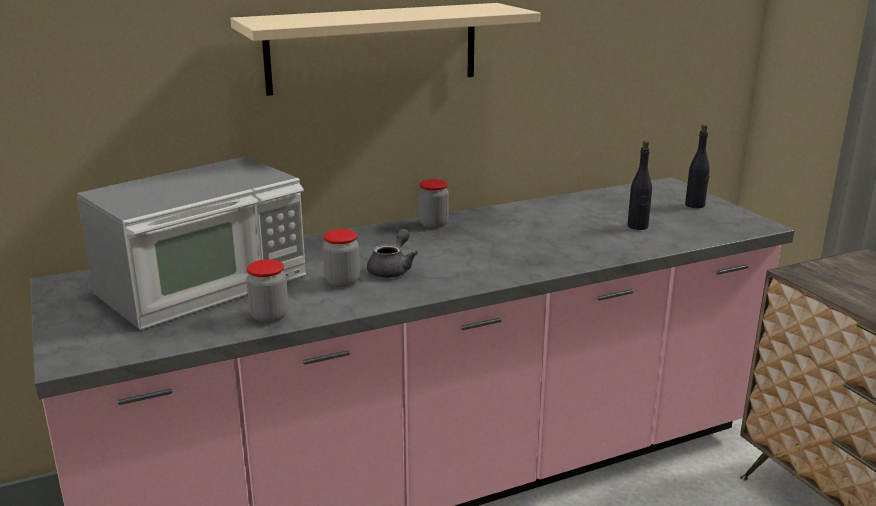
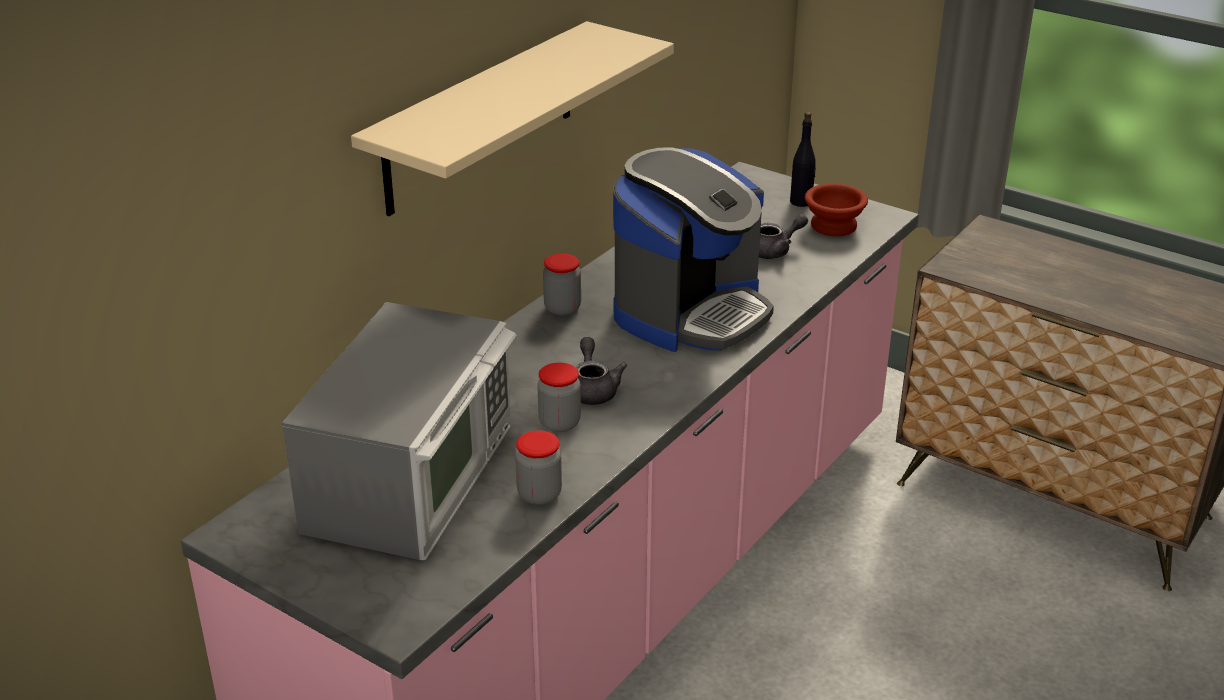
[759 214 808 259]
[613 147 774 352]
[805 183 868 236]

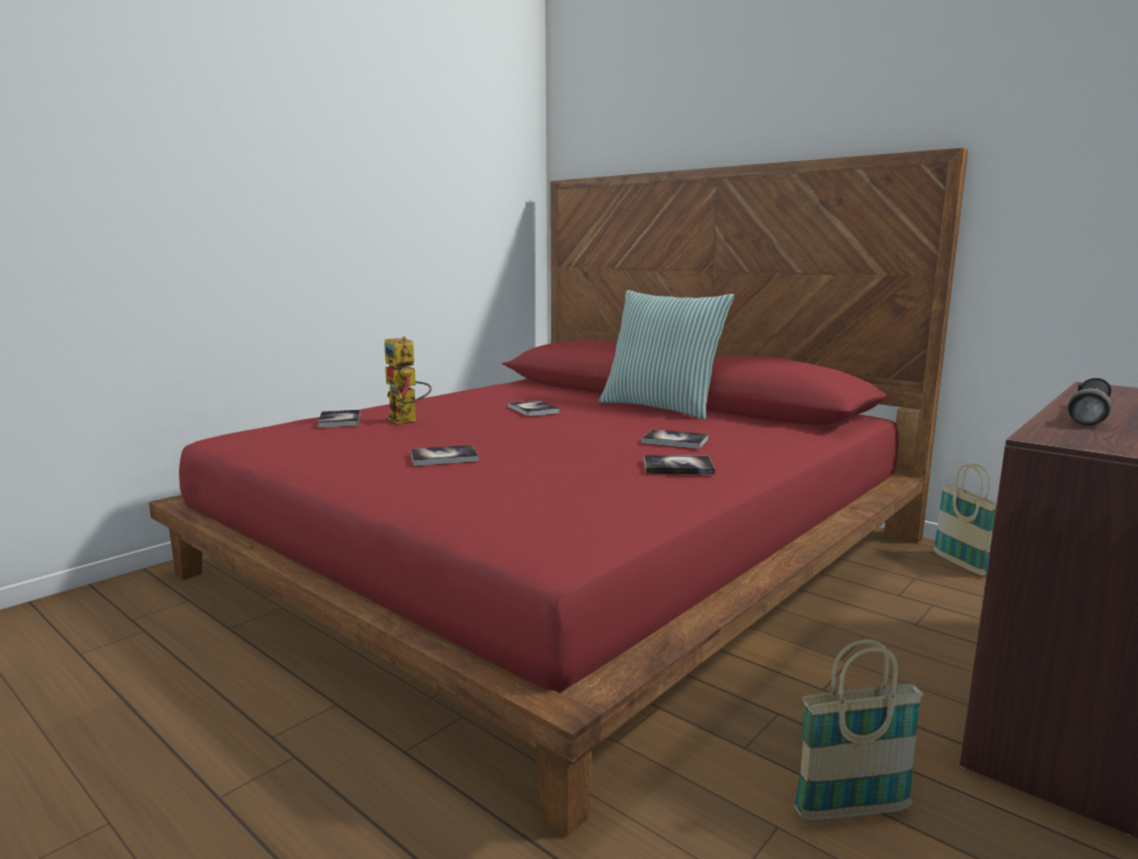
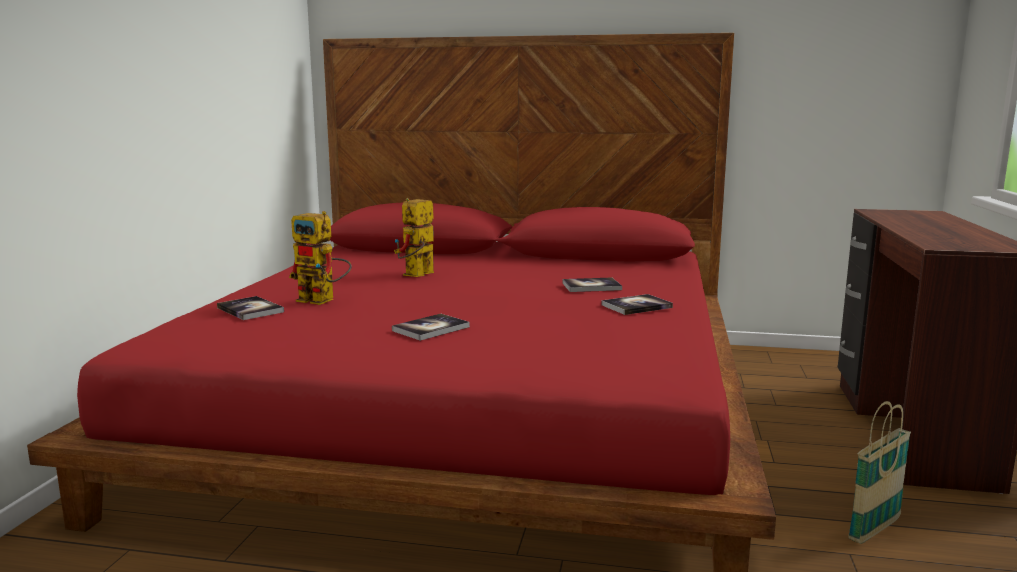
[394 198 434 277]
[599 290 734 420] (first image)
[933 464 997 576] (first image)
[1068 378 1112 426] (first image)

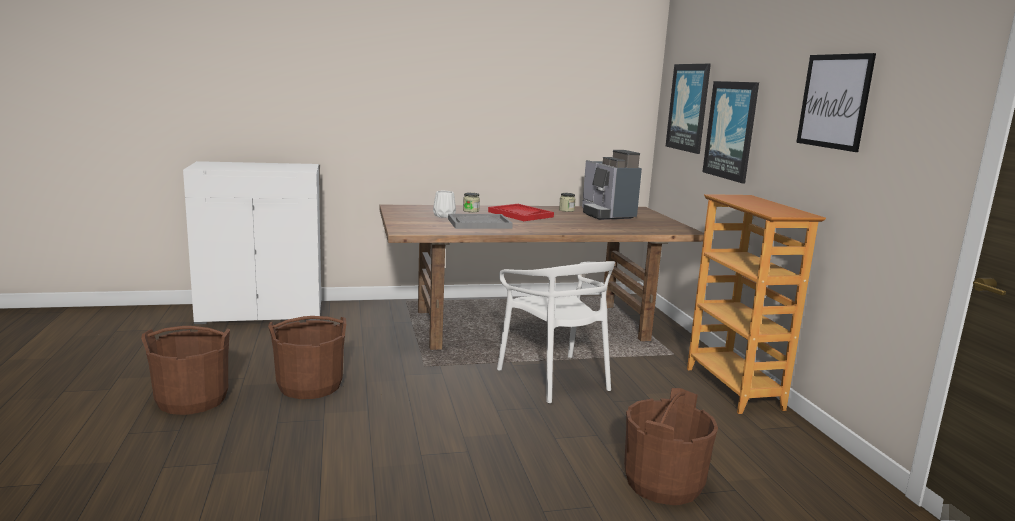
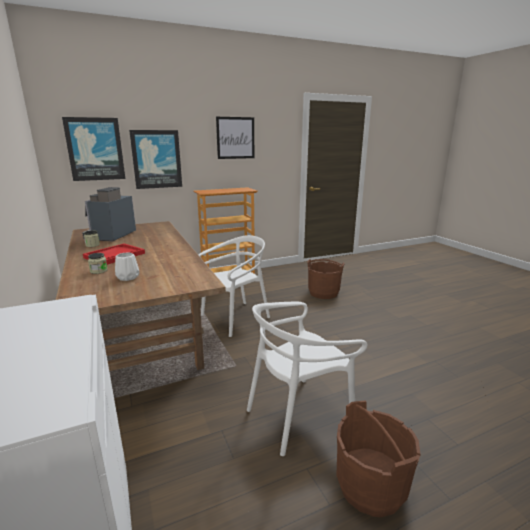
[247 302 367 456]
[448 214 513 229] (first image)
[82 187 136 241]

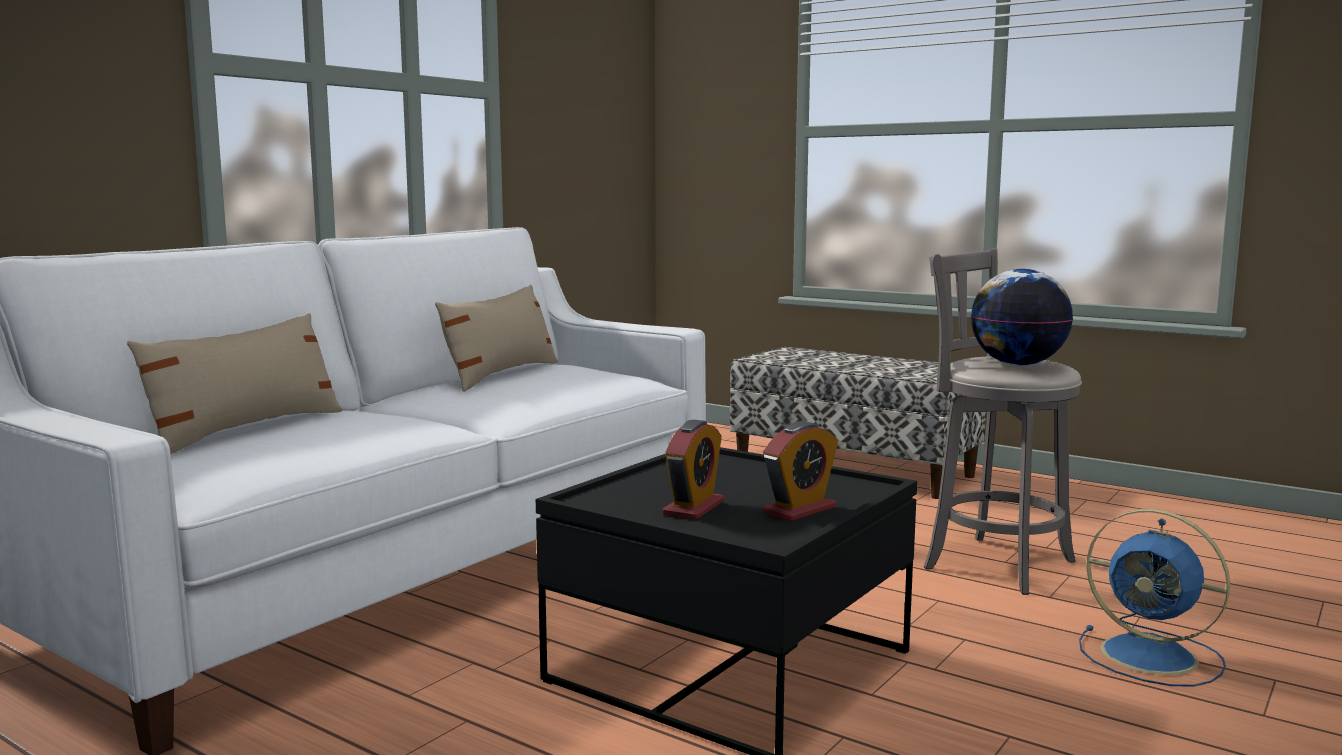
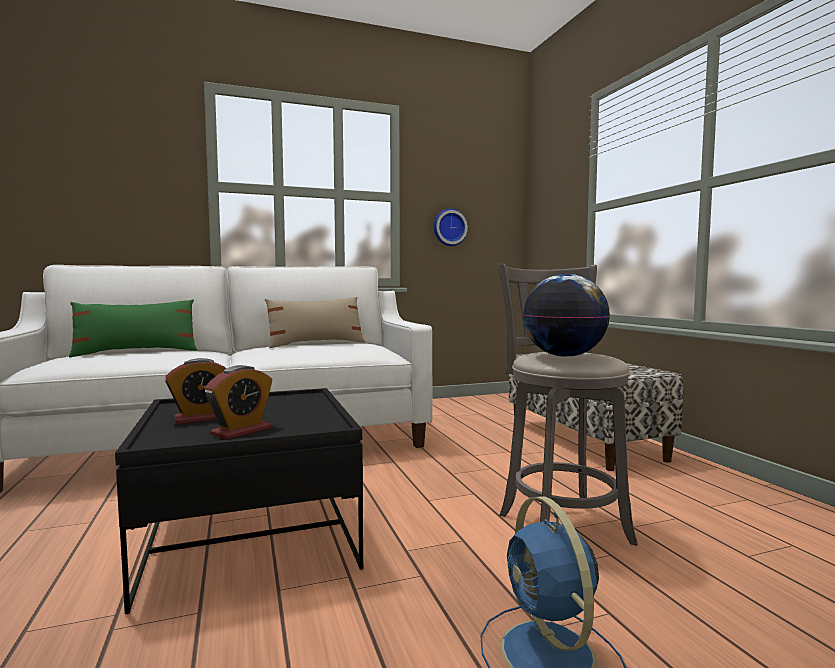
[69 299 198 357]
[205 365 272 440]
[434 209 468 246]

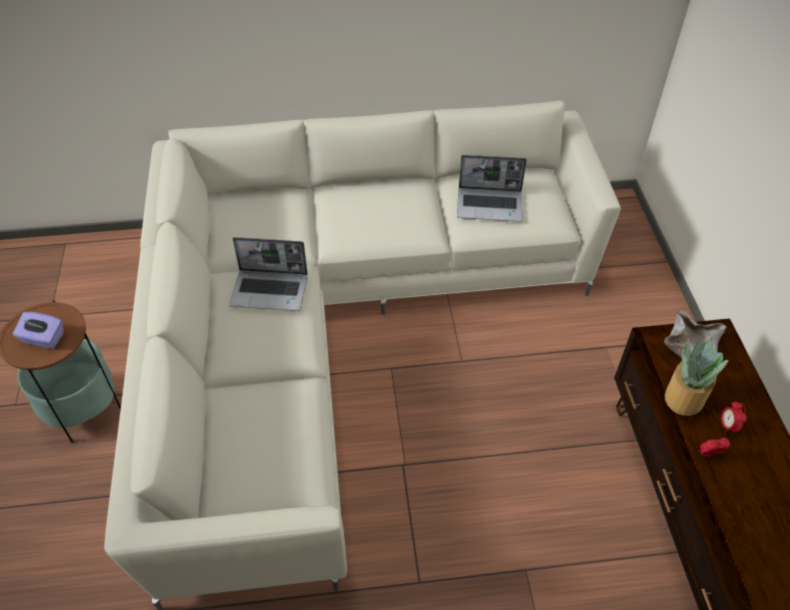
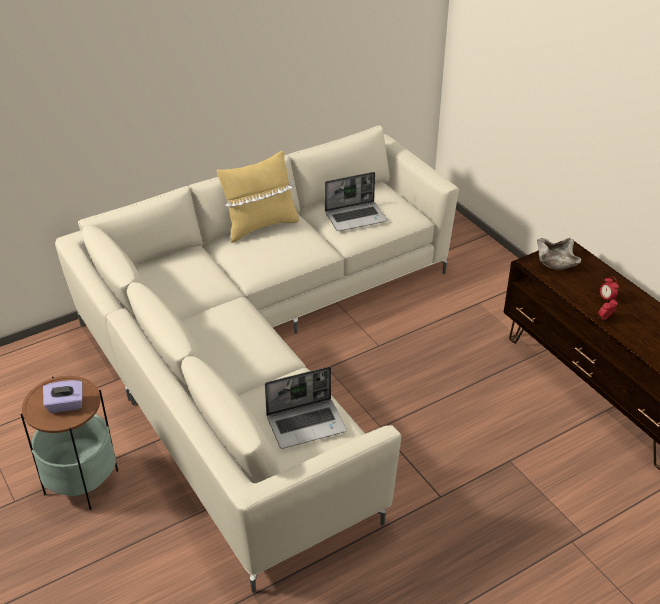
[265 366 347 449]
[665 338 728 416] (first image)
[217 151 299 243]

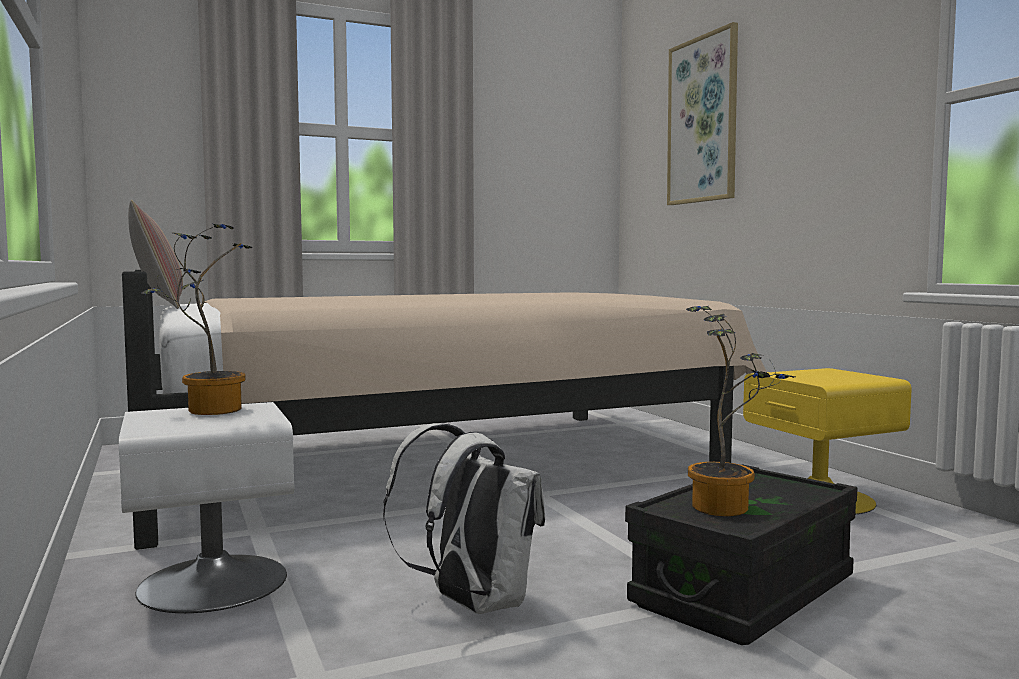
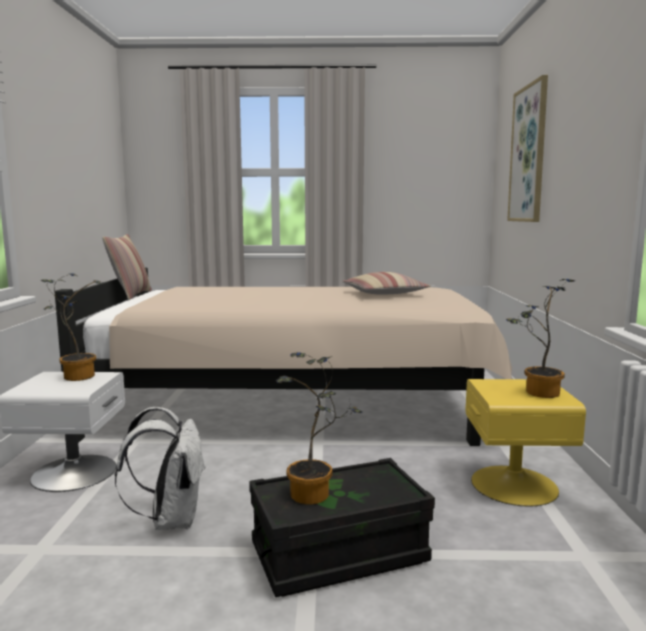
[342 272 430 295]
[506 279 575 398]

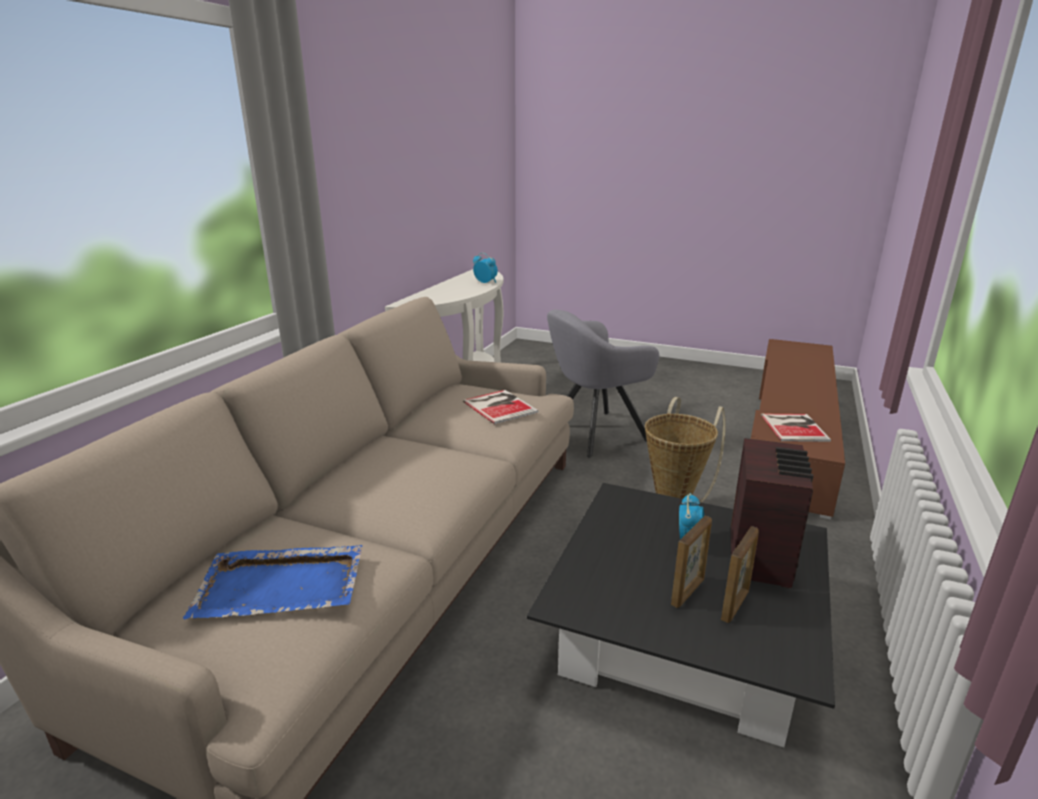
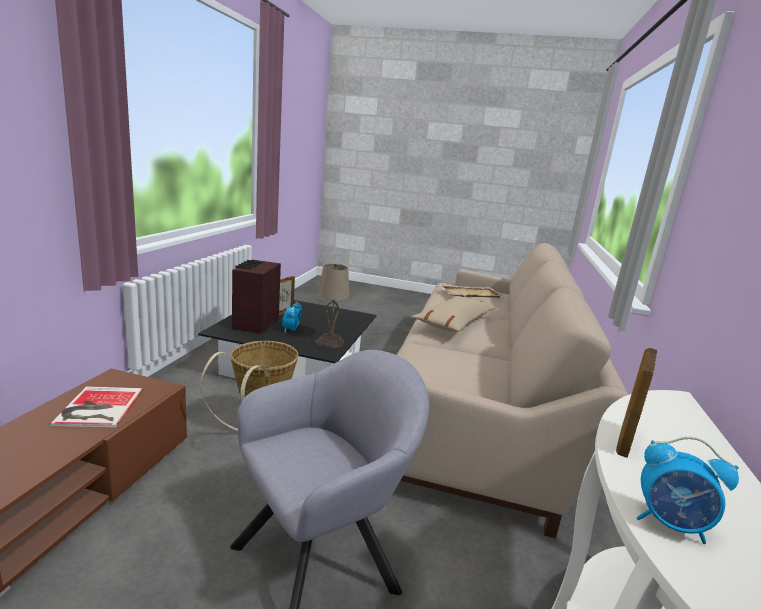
[439 285 504 298]
[463 390 538 424] (first image)
[616 348 657 458]
[316 264 350 348]
[412 296 495 332]

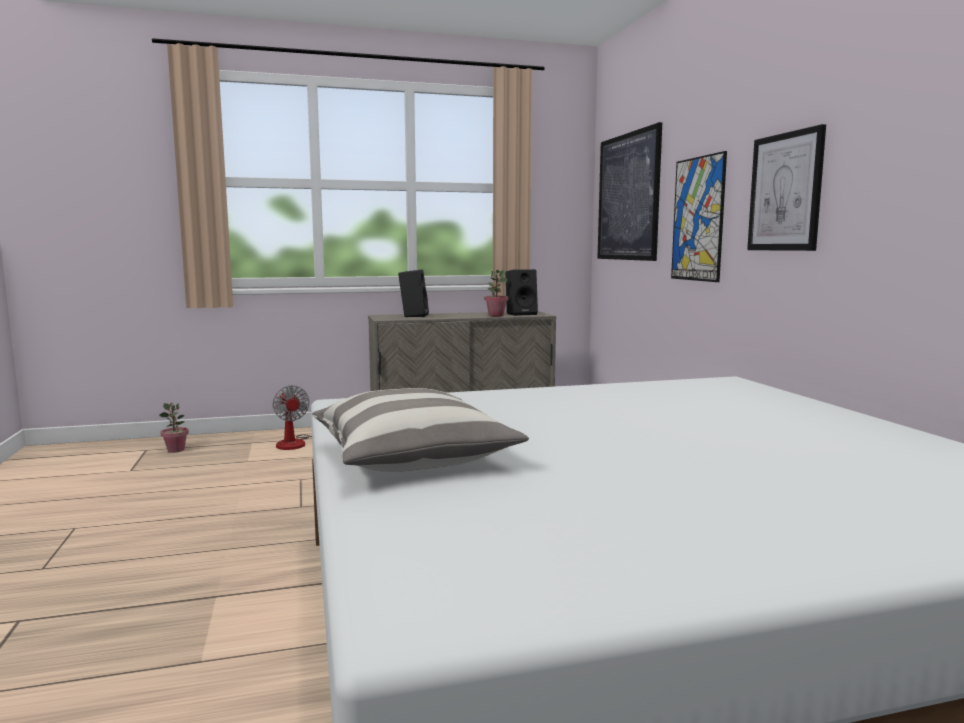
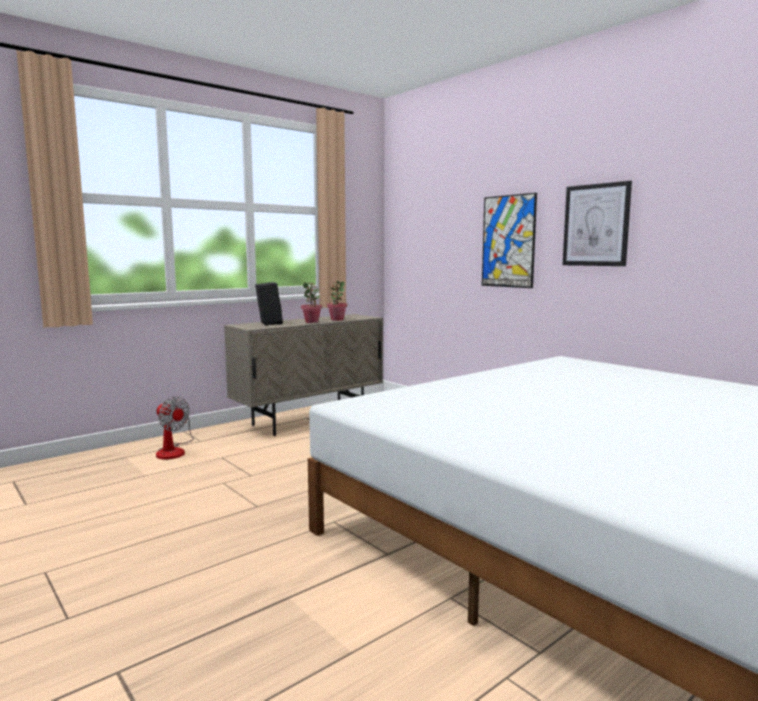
[301 282 322 323]
[312 388 529 472] (first image)
[505 269 538 316] (first image)
[597 122 662 261] (first image)

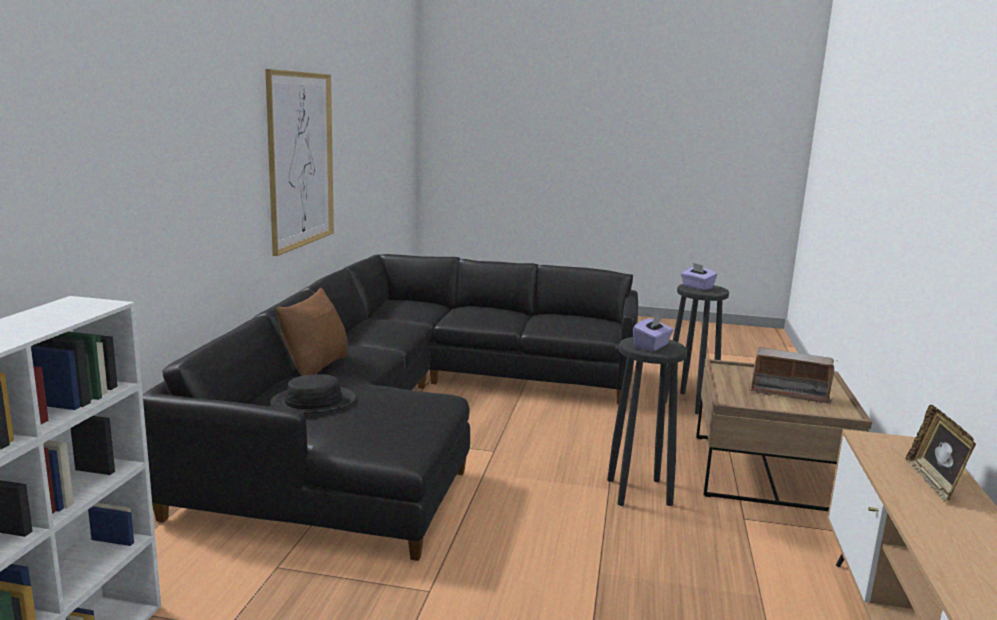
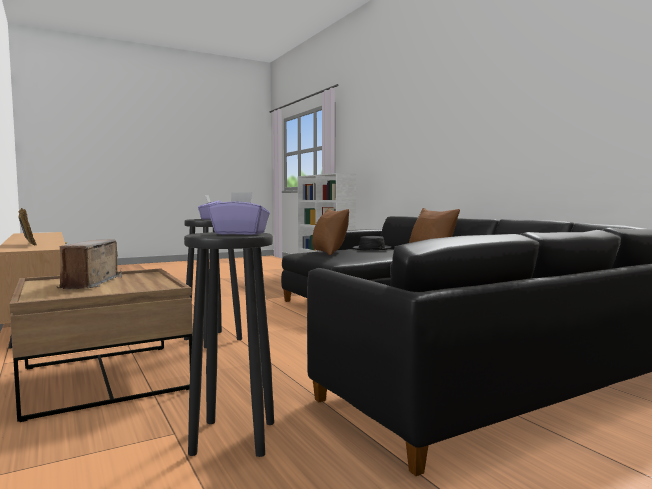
[265 69 334 256] (first image)
[57 240 122 289]
[312 208 349 255]

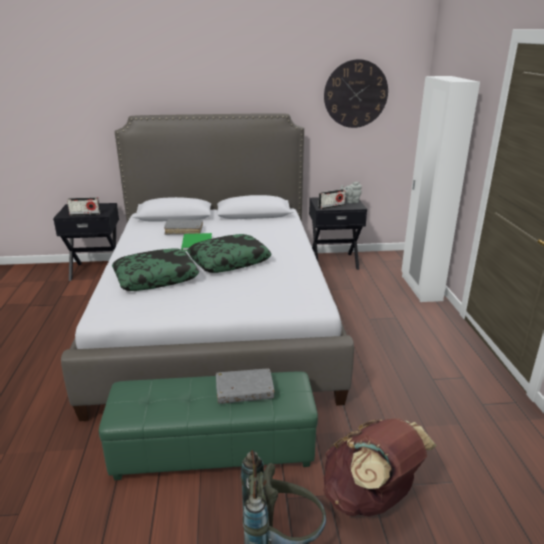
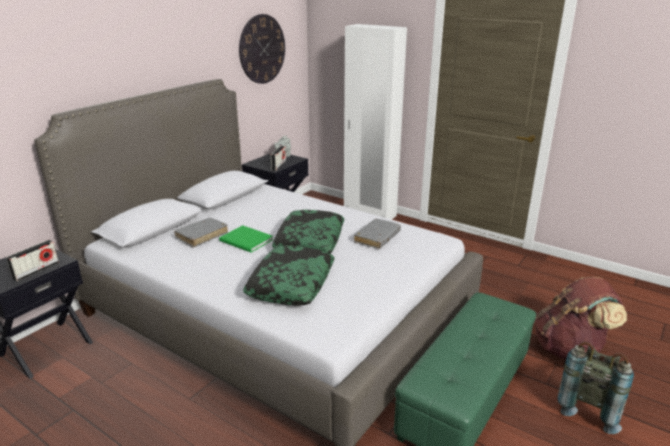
[354 219 401 249]

